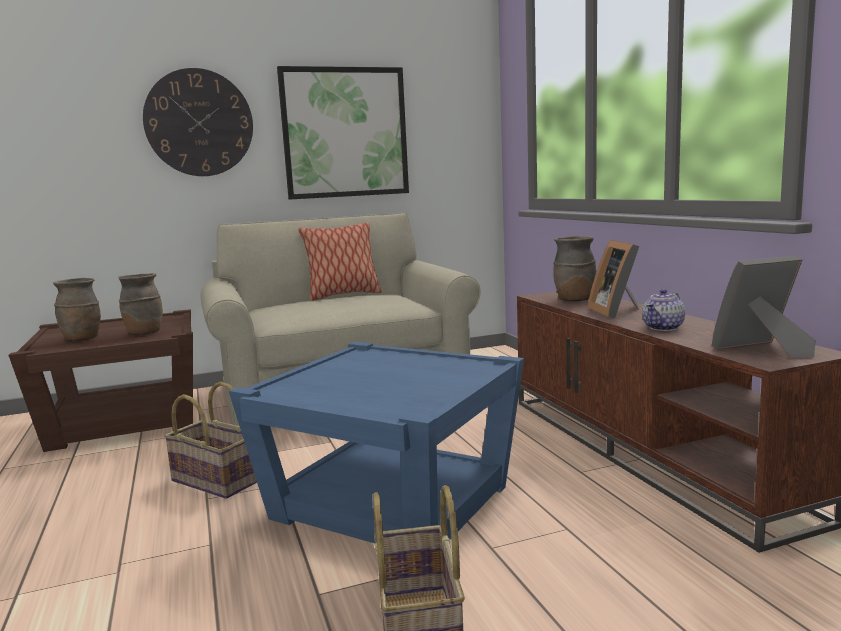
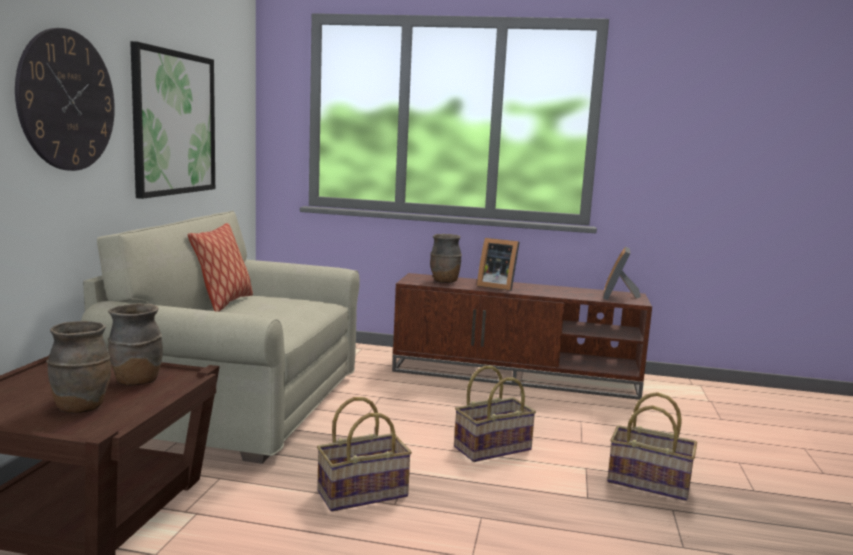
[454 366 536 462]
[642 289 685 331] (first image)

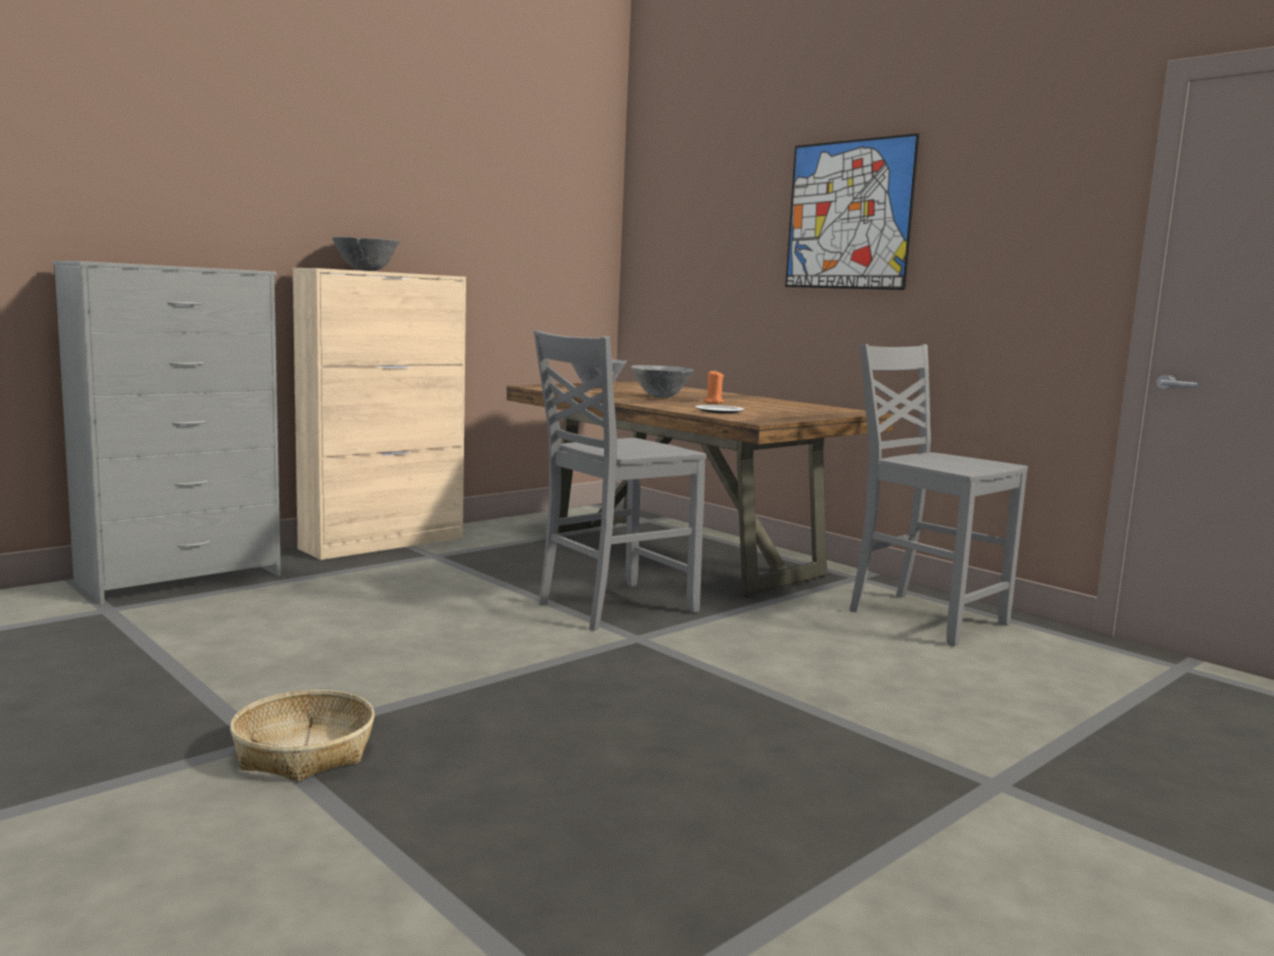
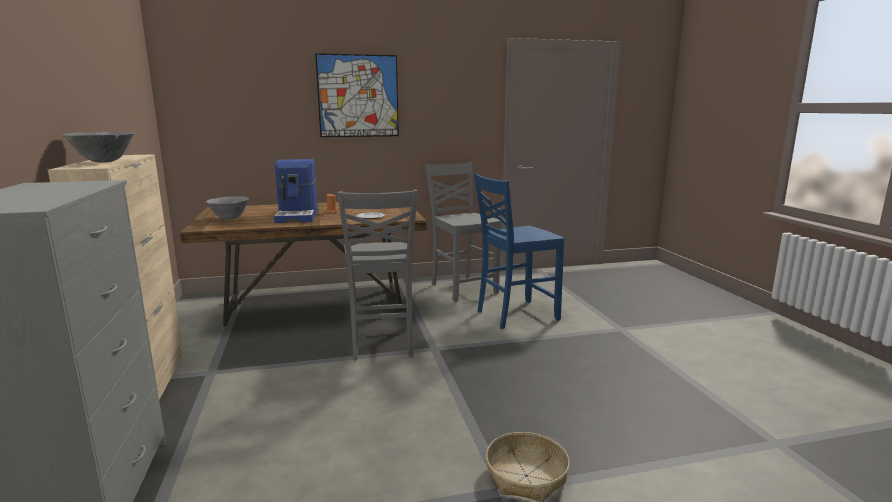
[274 159 318 223]
[425 162 502 302]
[474 173 564 329]

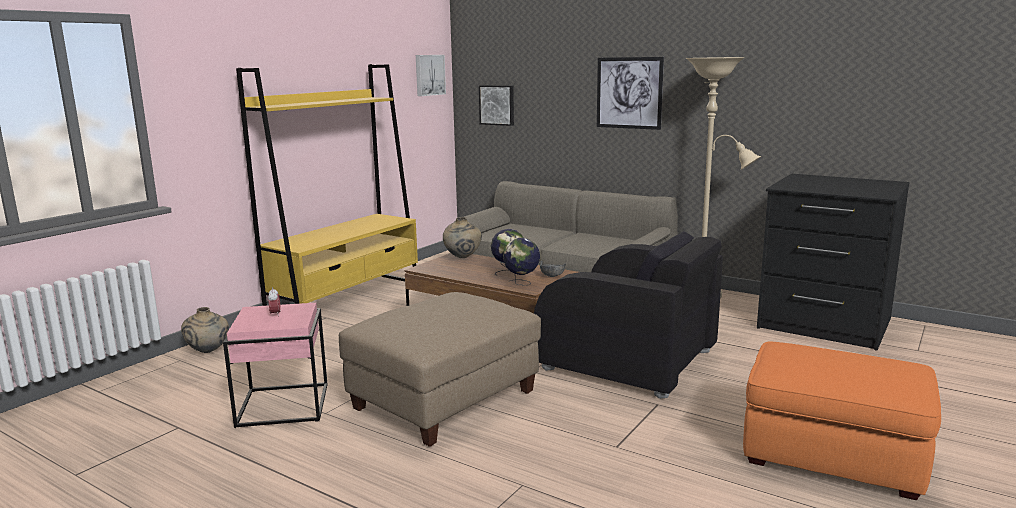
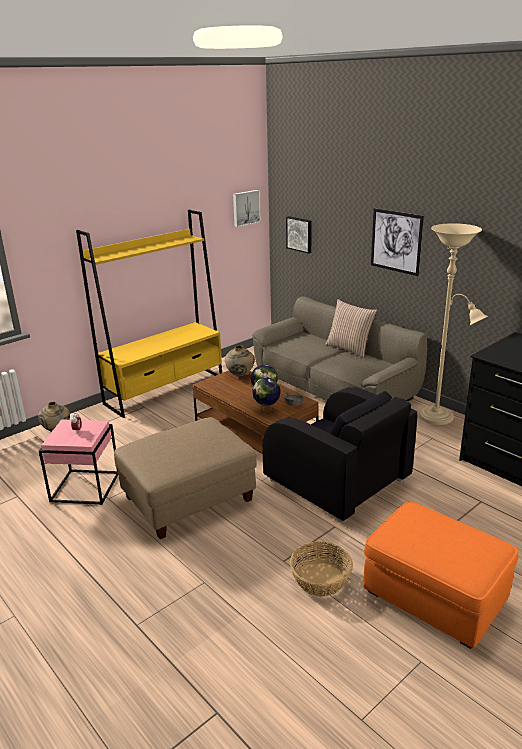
[290 542 353 597]
[325 299 378 358]

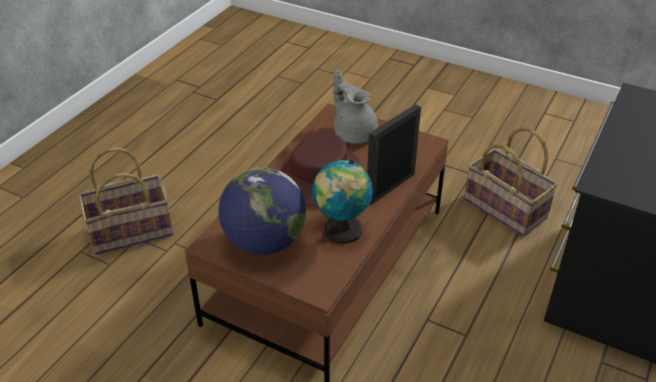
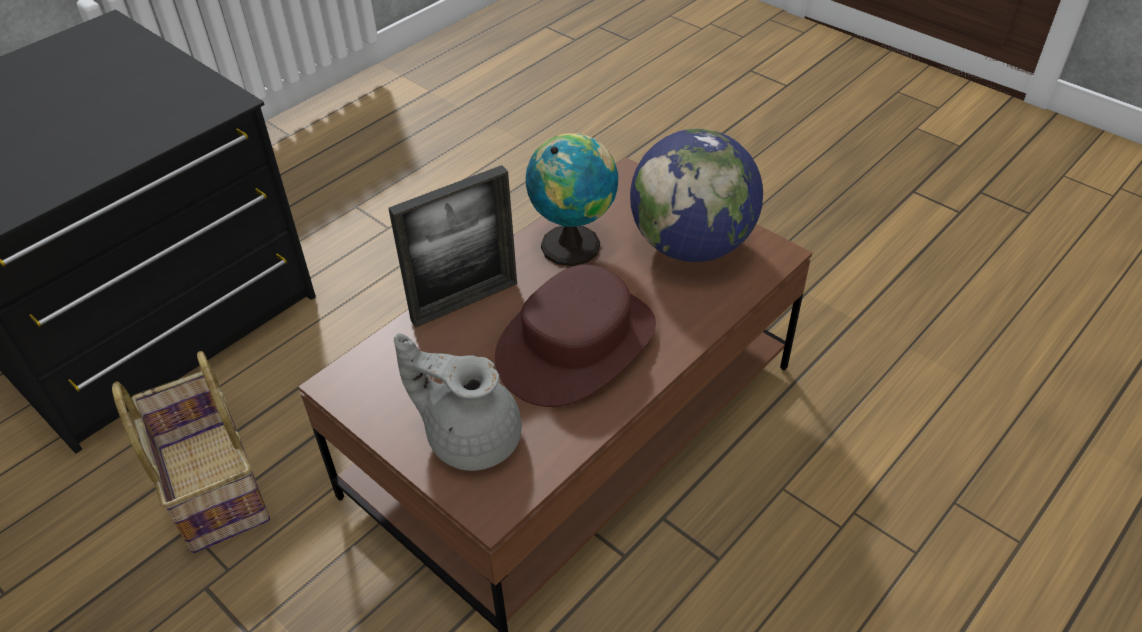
[78 147 173 255] (first image)
[394 333 522 471]

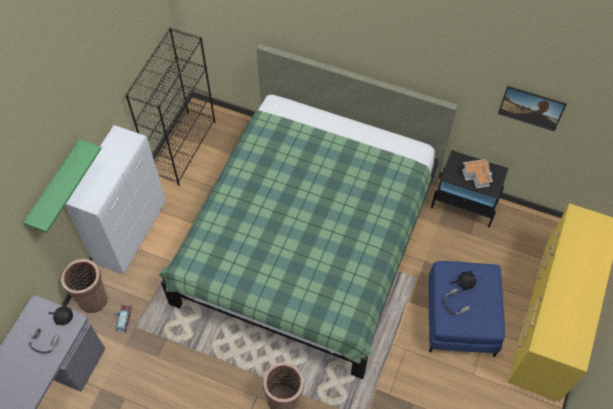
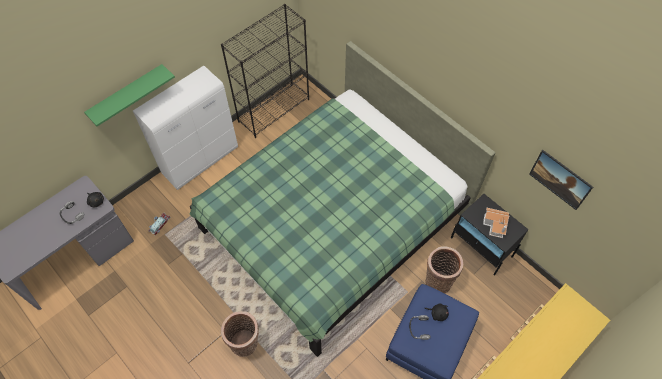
[425 246 463 294]

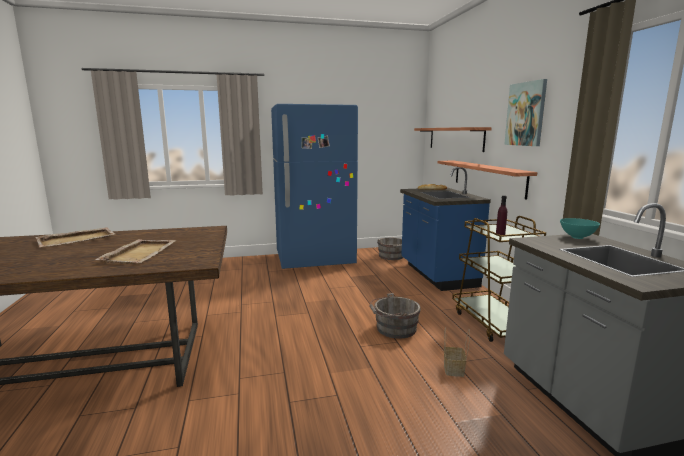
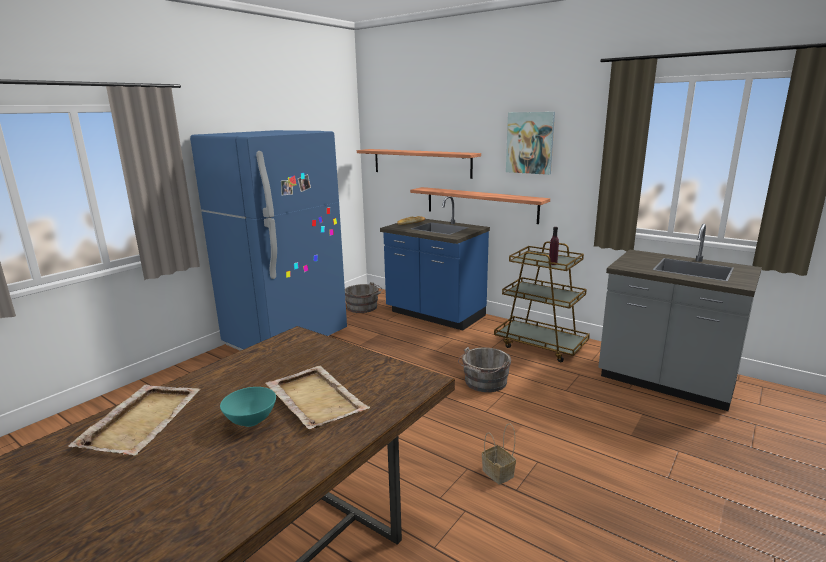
[482 423 516 485]
[220 387 276 427]

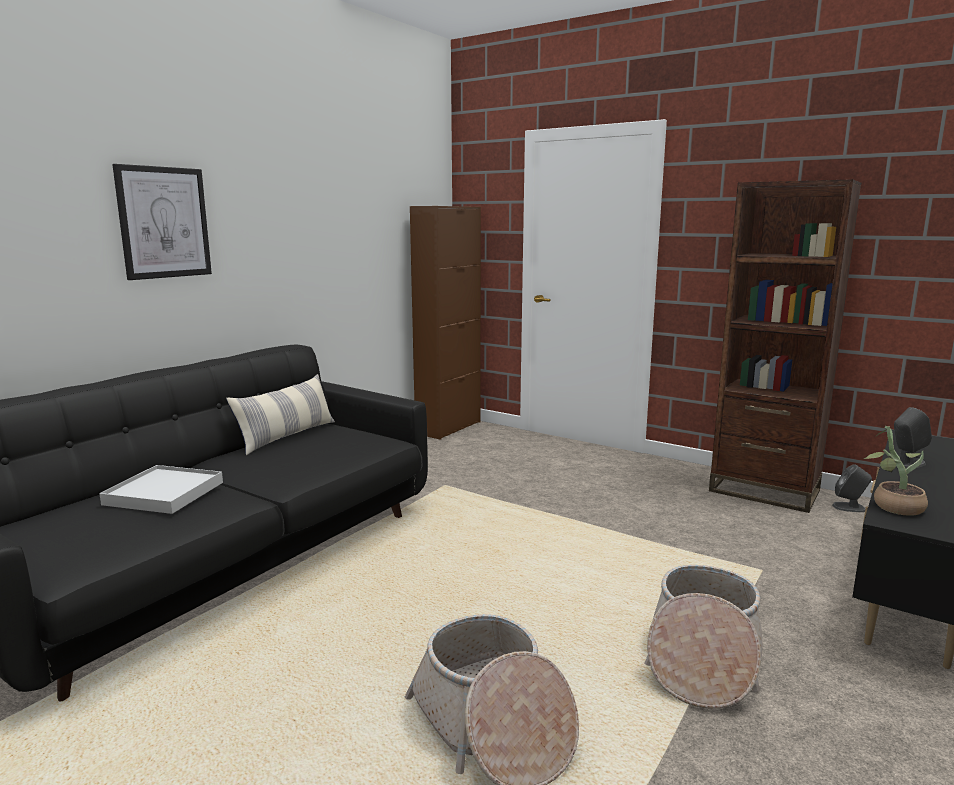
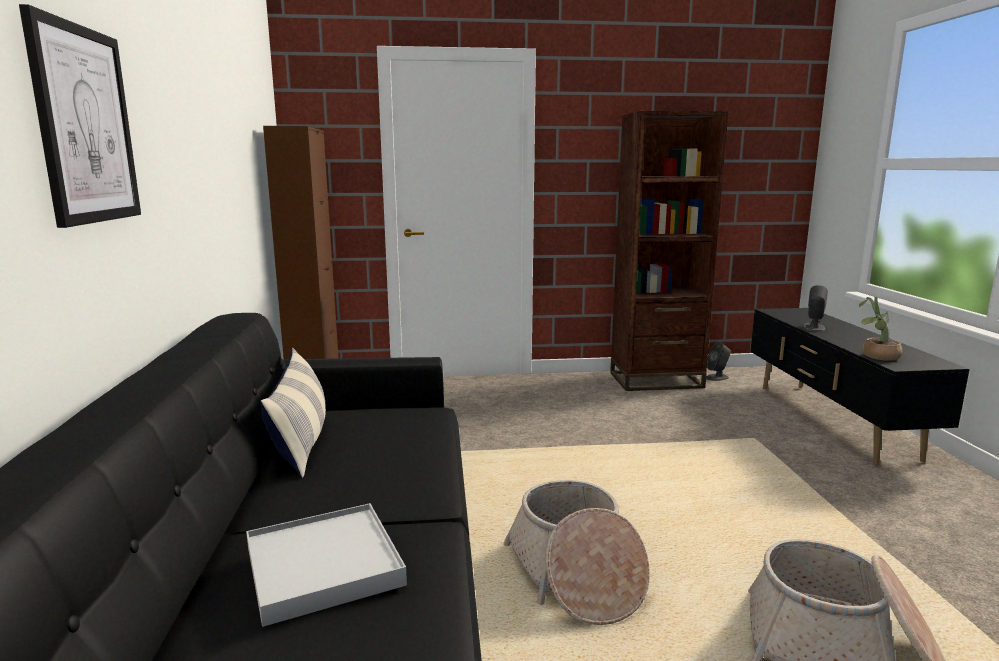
[503 480 650 625]

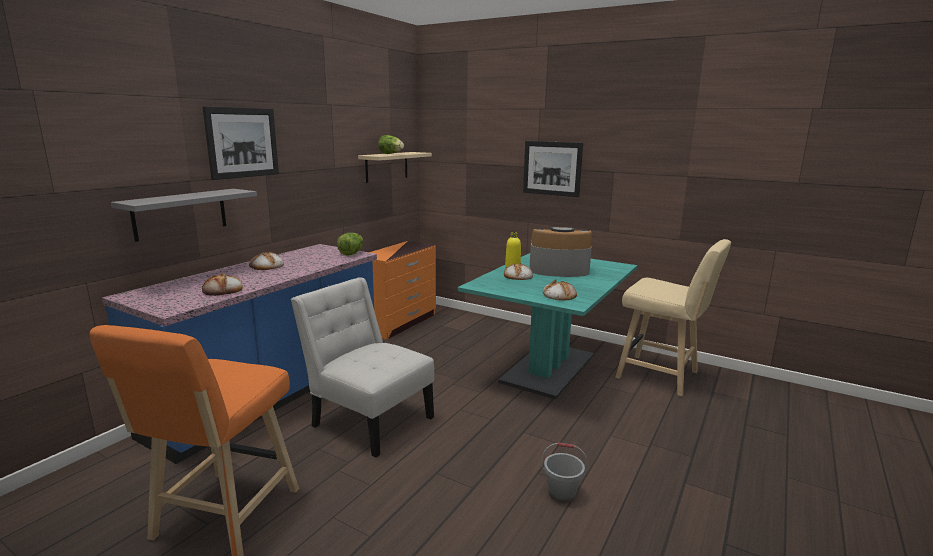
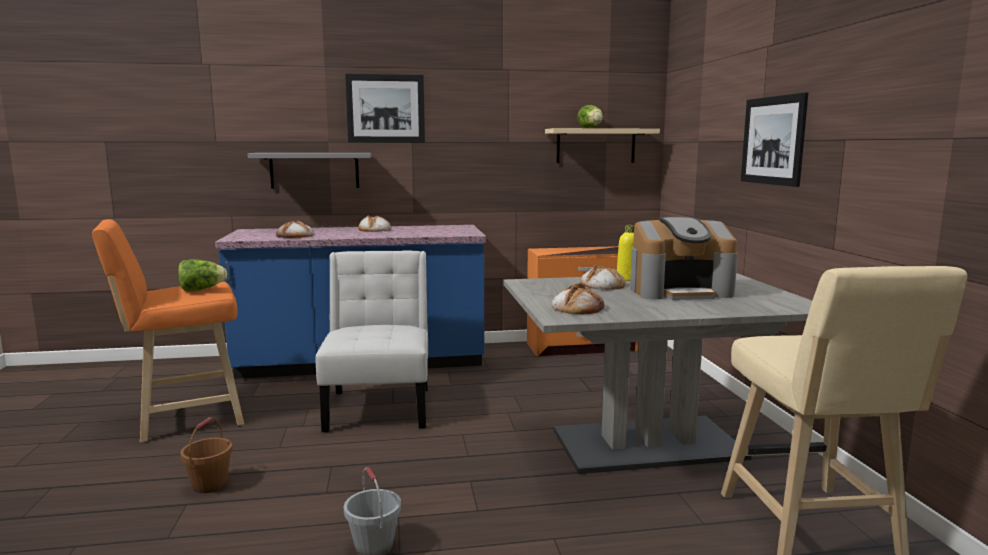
[178 259 227 291]
[503 273 812 474]
[630 217 738 300]
[180 417 233 493]

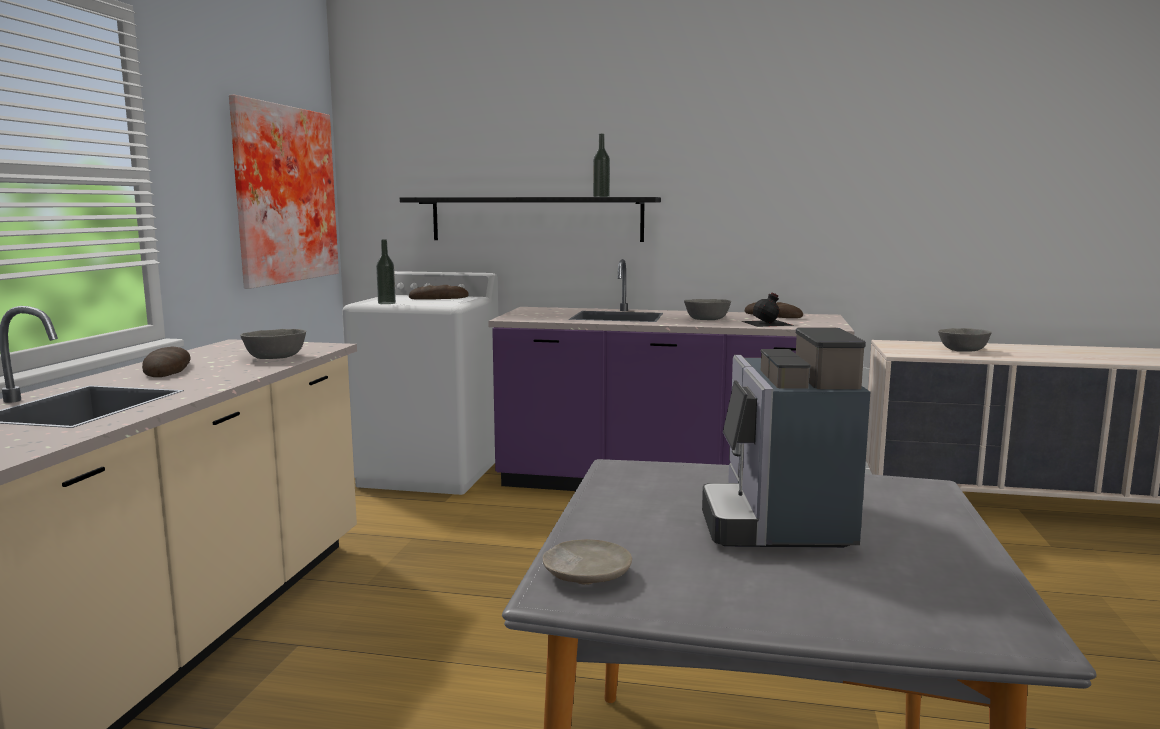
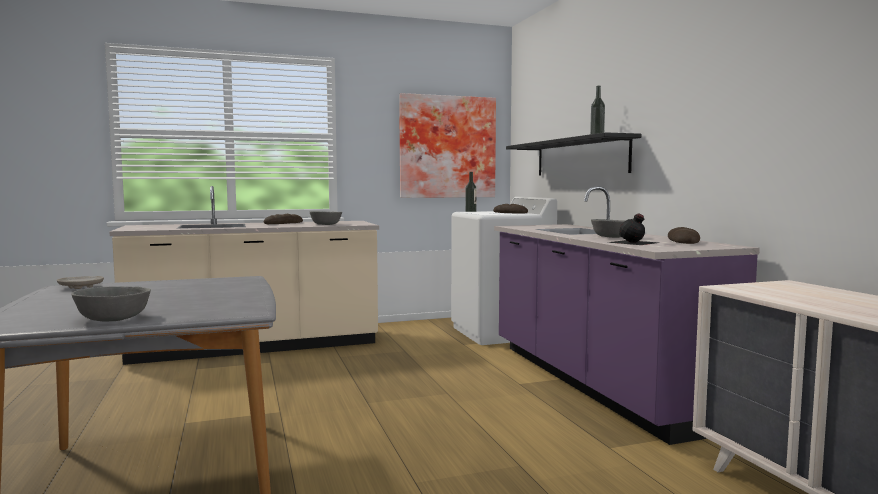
[702 327 870 548] (first image)
[71 286 151 321]

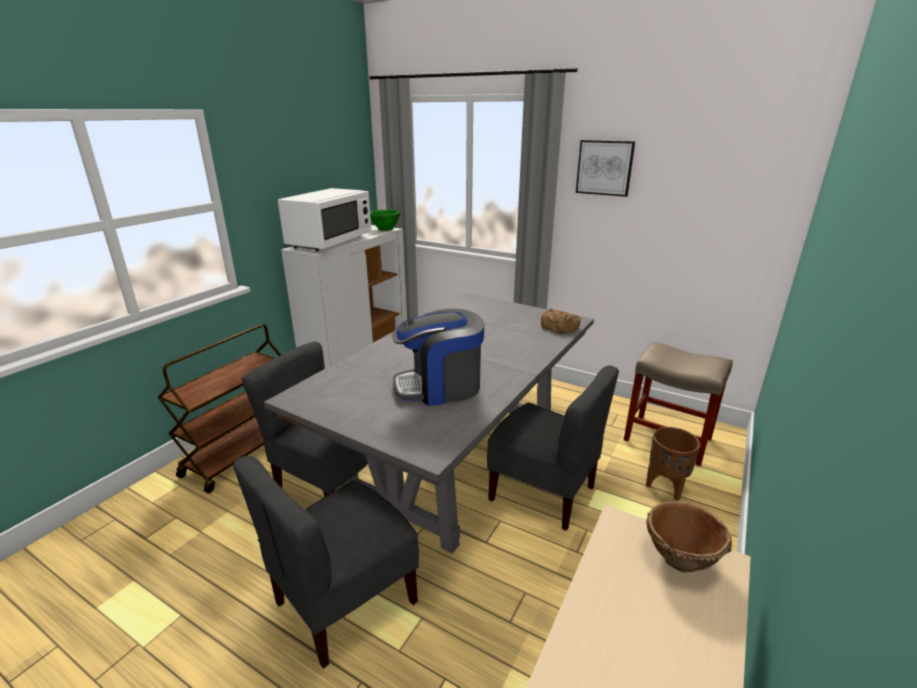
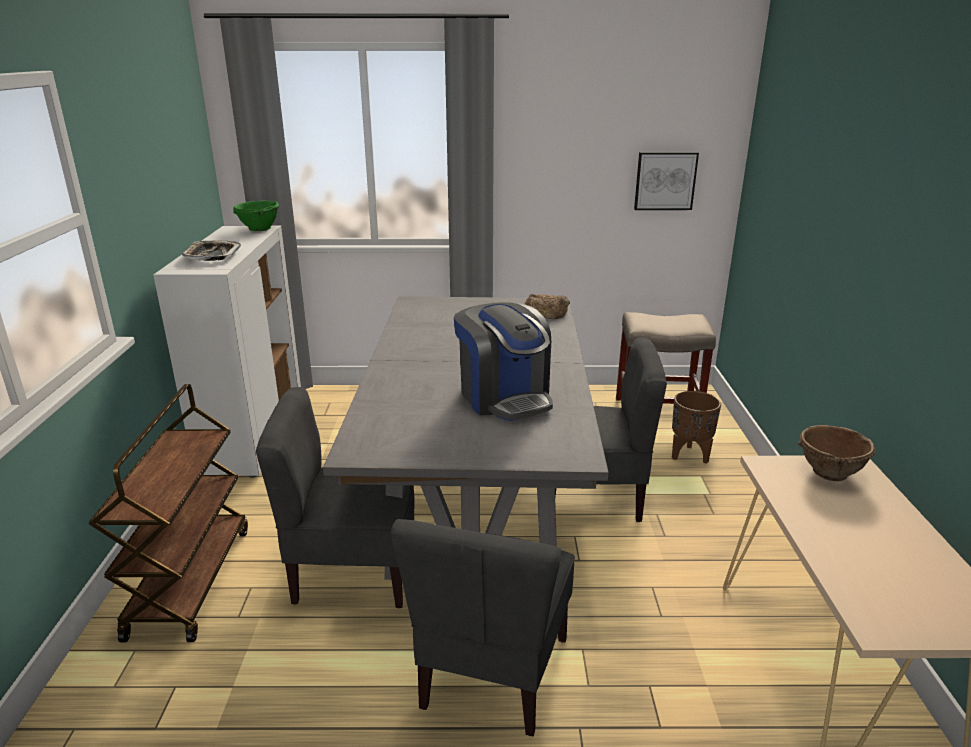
[182 240 241 261]
[454 302 553 421]
[634 152 699 210]

